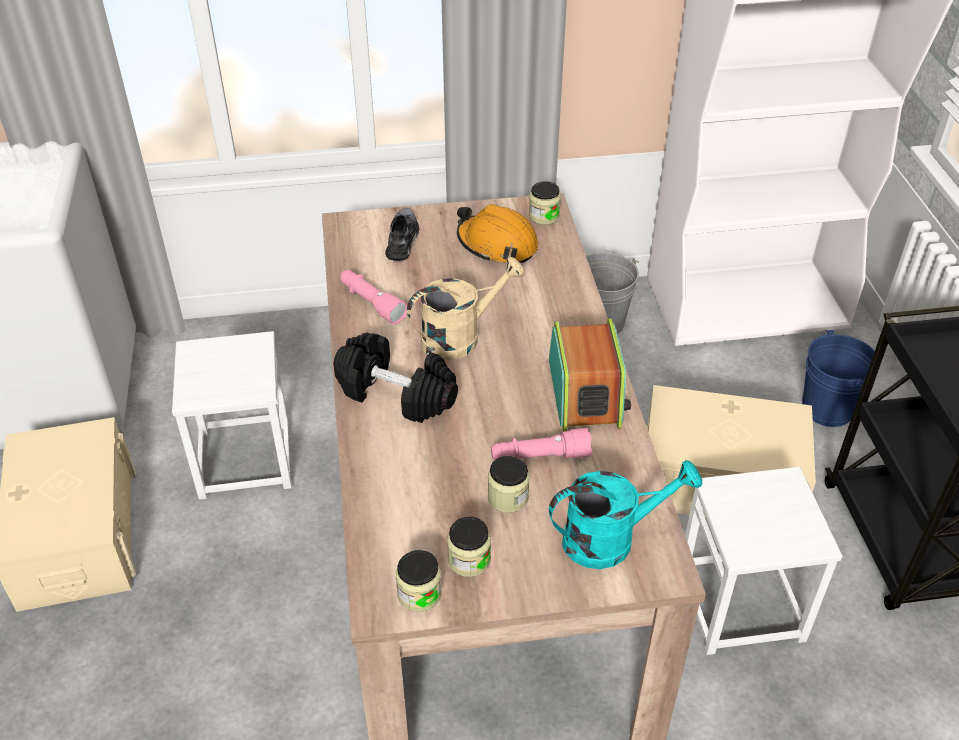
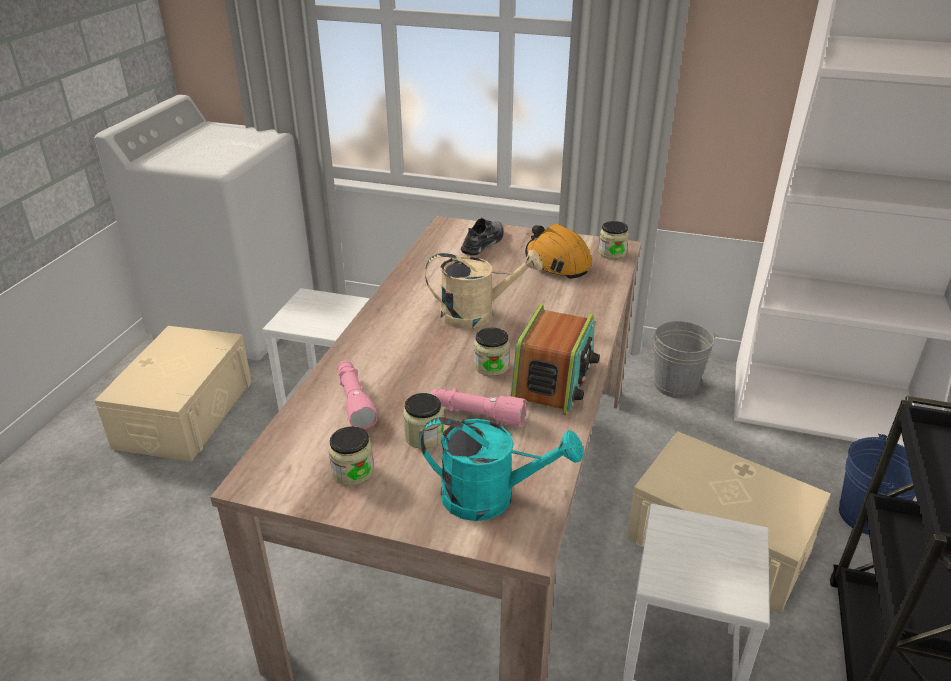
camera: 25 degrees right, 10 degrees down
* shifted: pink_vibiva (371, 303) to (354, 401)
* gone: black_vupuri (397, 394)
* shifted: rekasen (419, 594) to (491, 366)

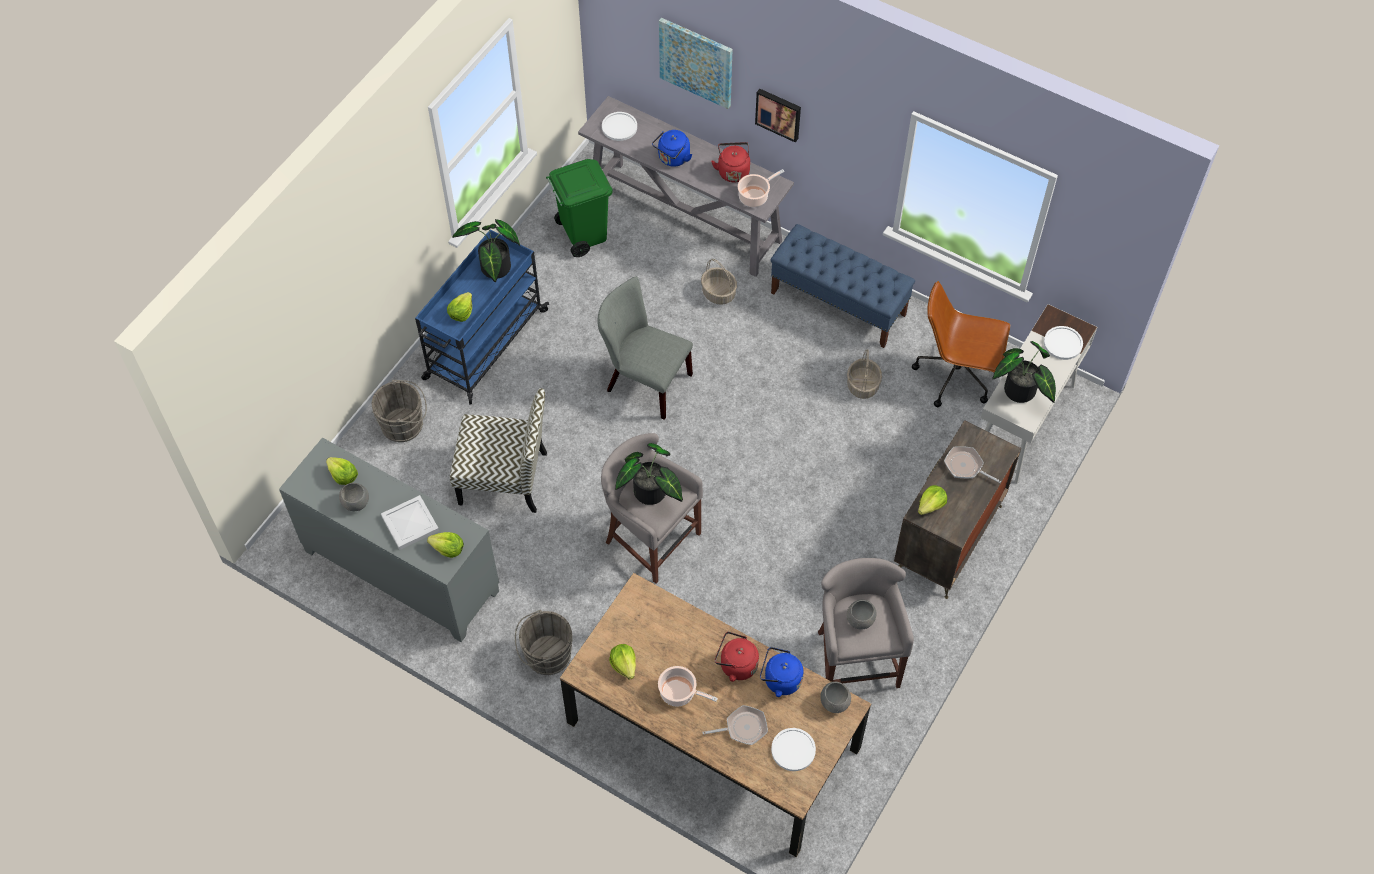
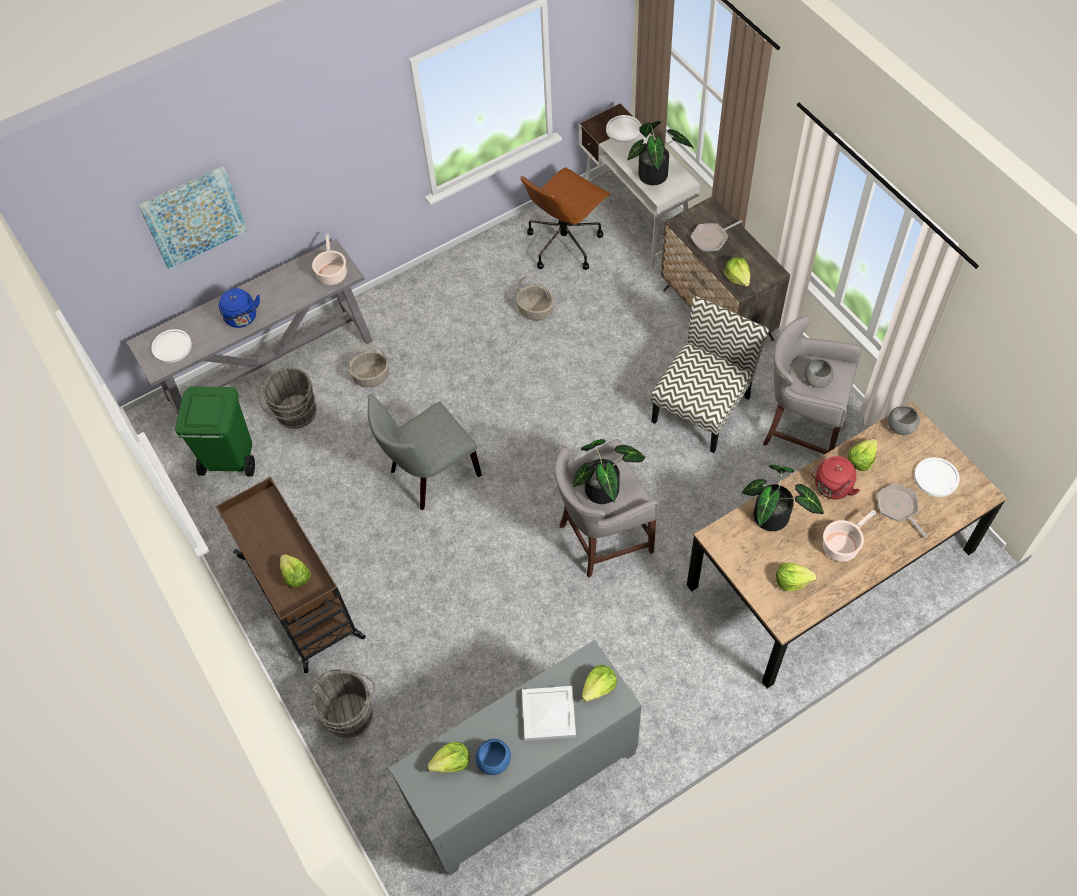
camera: 60 degrees left, 0 degrees up
* gone: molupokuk (779, 113)
* gone: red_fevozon (733, 171)
* shifted: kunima (494, 270) to (774, 519)
* gone: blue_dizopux (838, 303)
* repainted: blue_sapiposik (484, 345) to brown_sapiposik (302, 598)
* shifted: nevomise (505, 478) to (701, 407)
* repainted: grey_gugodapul (356, 503) to blue_gugodapul (494, 761)
* shifted: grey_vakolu (545, 656) to (295, 414)
* swapped: blue_fevozon (780, 680) to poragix (861, 459)
* rotated: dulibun (743, 728) = (898, 508) 45 degrees counterclockwise

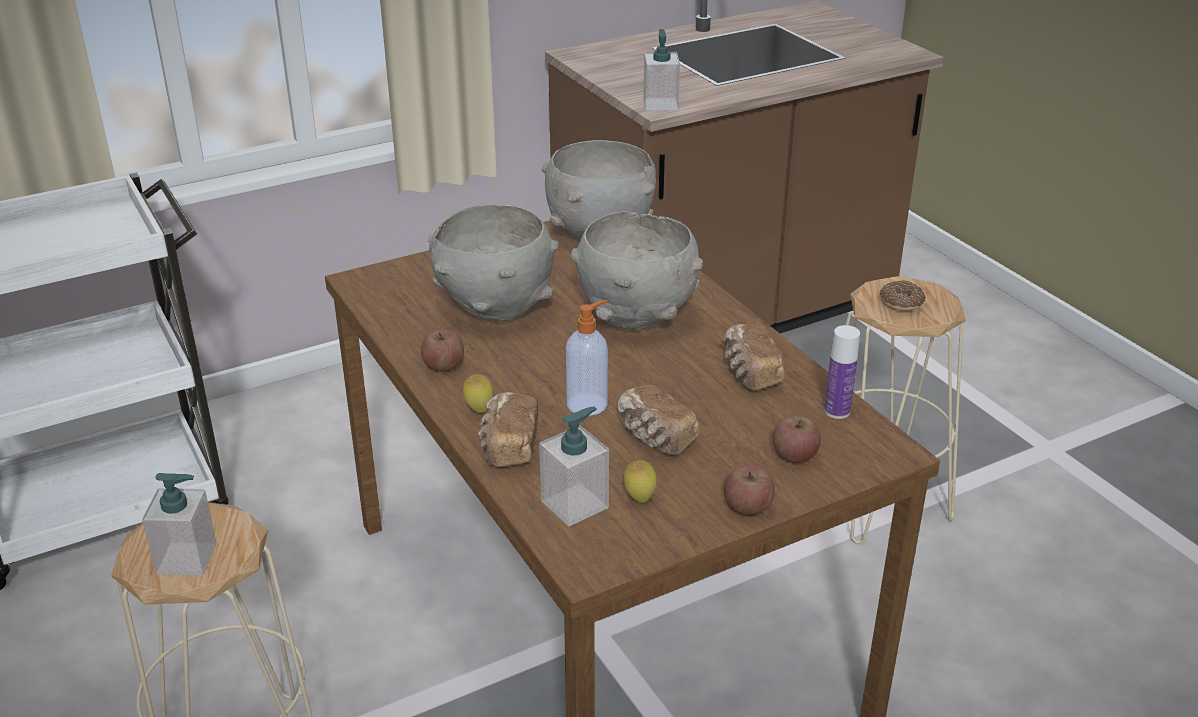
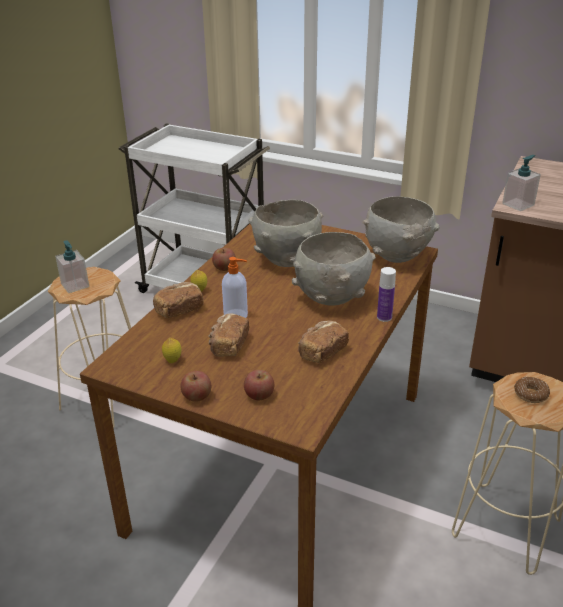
camera: 55 degrees right, 0 degrees up
* shifted: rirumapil (837, 411) to (384, 317)
* gone: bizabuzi (575, 504)

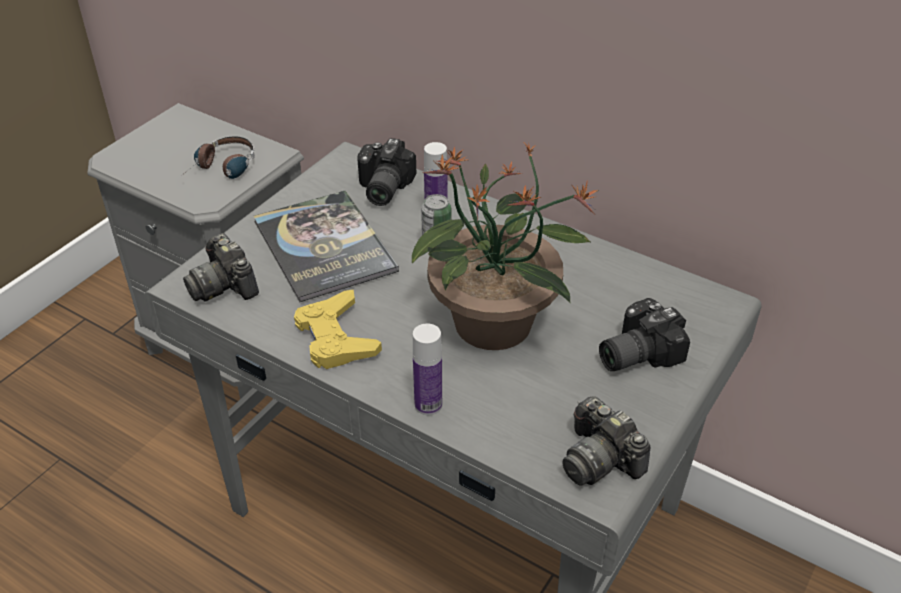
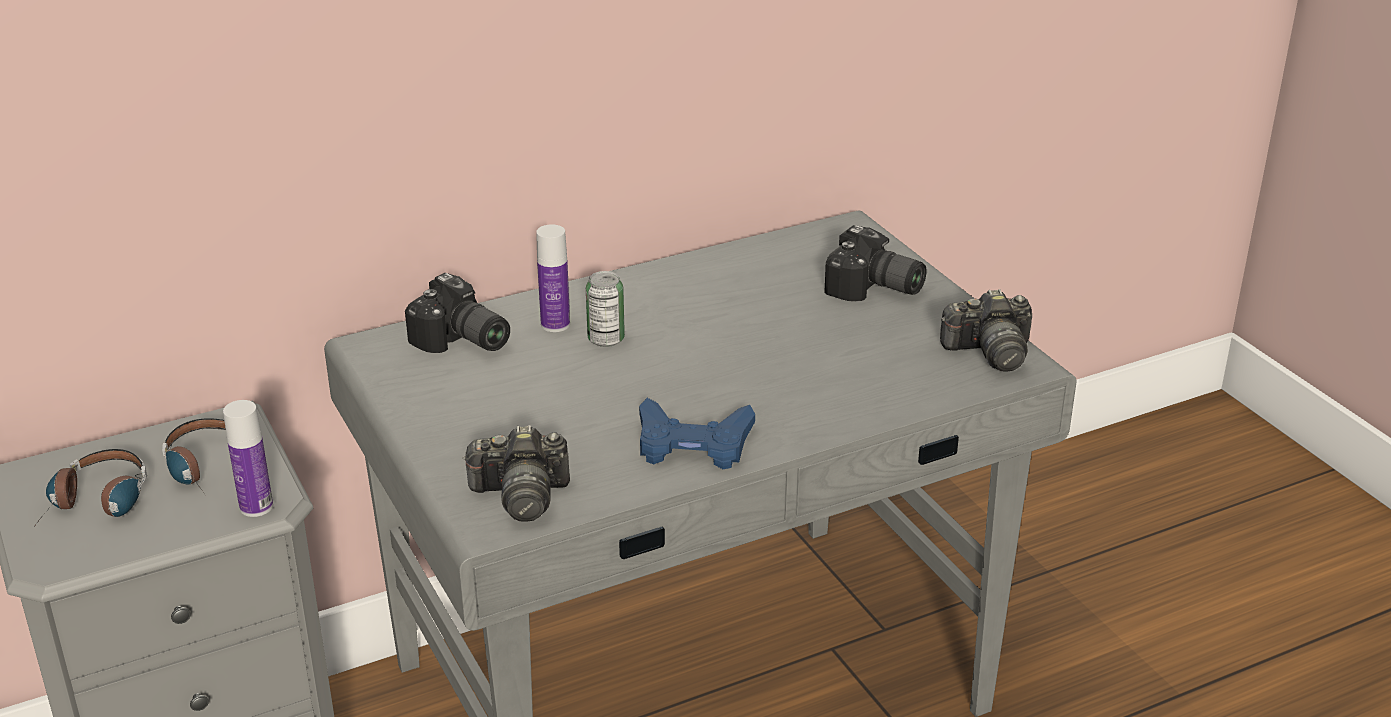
camera: 60 degrees left, 10 degrees down
* gone: kunima (494, 325)
* gone: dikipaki (324, 246)
* repainted: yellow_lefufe (336, 337) to blue_lefufe (693, 444)
* rotated: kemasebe (634, 352) = (874, 290) 60 degrees counterclockwise
* shifted: rirumapil (428, 405) to (256, 507)
* new: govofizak (96, 506)

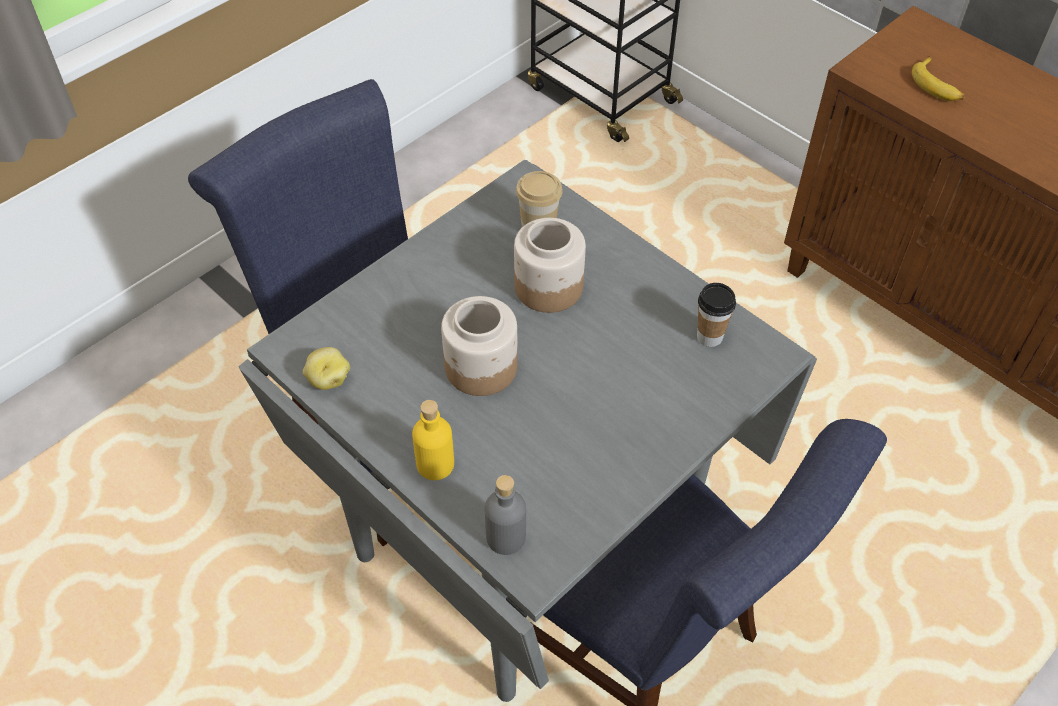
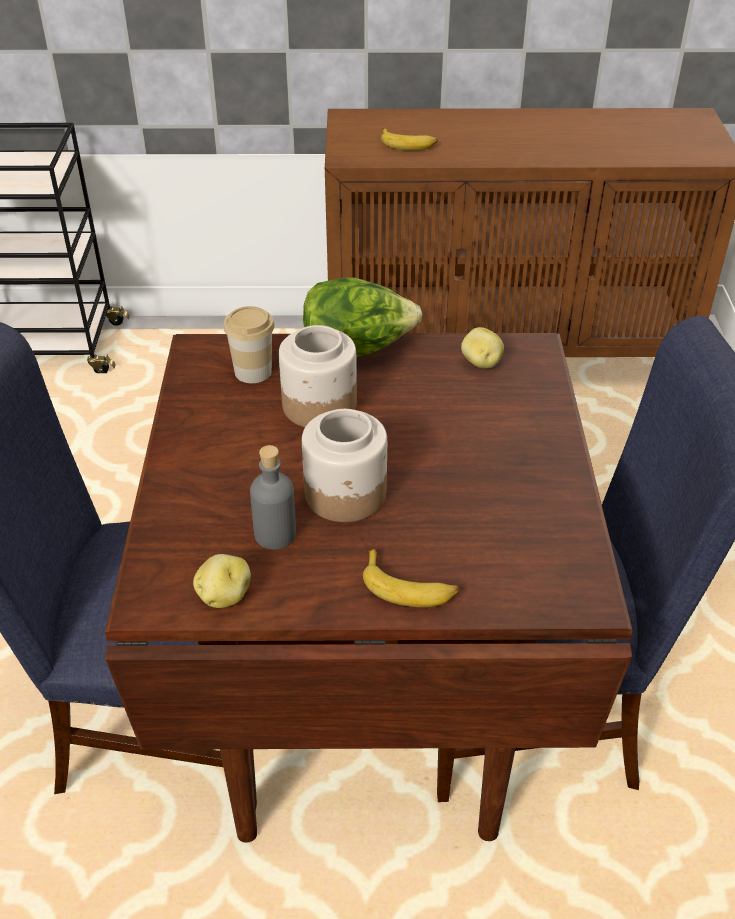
camera: 45 degrees left, 10 degrees down
* repainted: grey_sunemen (529, 540) to brown_sunemen (370, 704)
* swapped: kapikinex (709, 337) to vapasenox (480, 363)
* swapped: yellow_rirumapil (435, 464) to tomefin (409, 587)
* shifted: grey_rirumapil (506, 537) to (275, 534)
* new: poragix (357, 349)

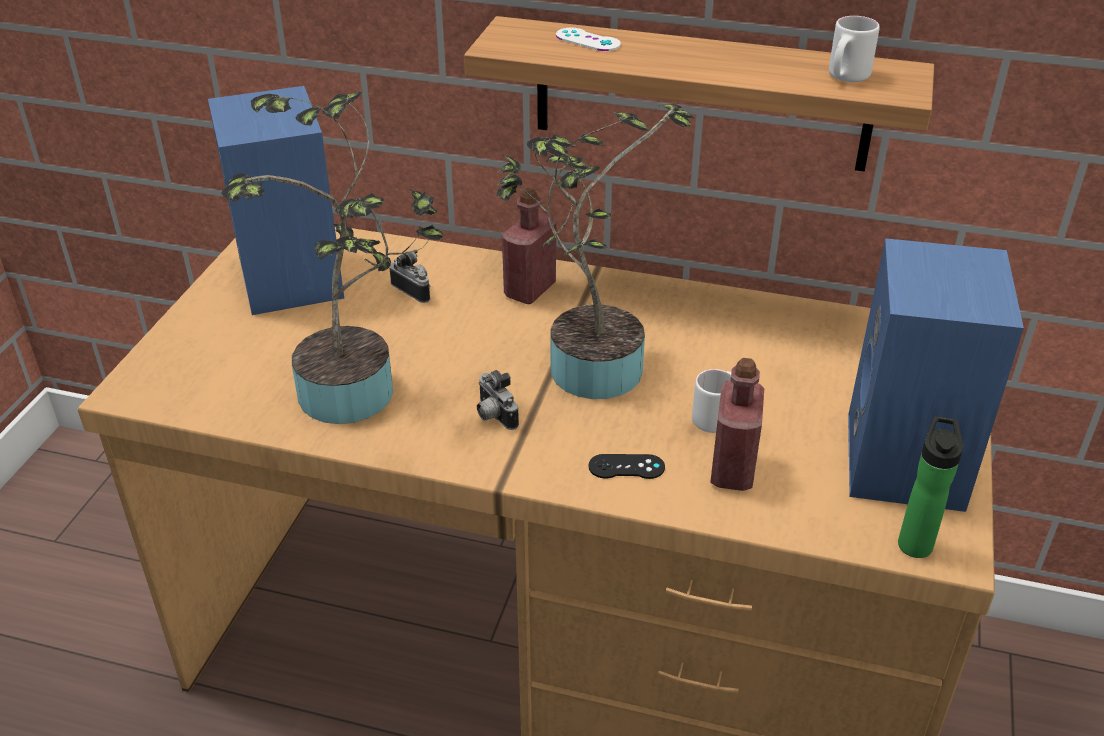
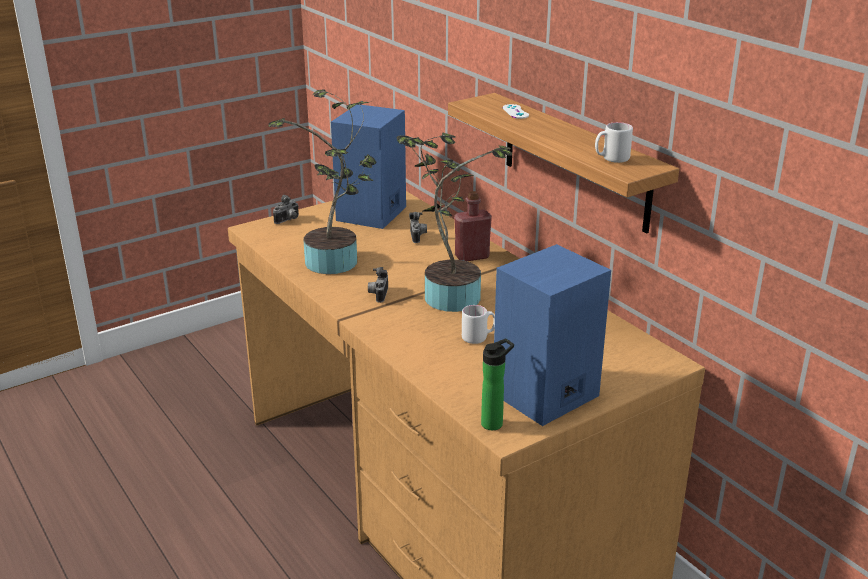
camera: 40 degrees right, 10 degrees down
* gone: red_rirumapil (732, 470)
* gone: black_lefufe (626, 467)
* new: kemasebe (288, 220)

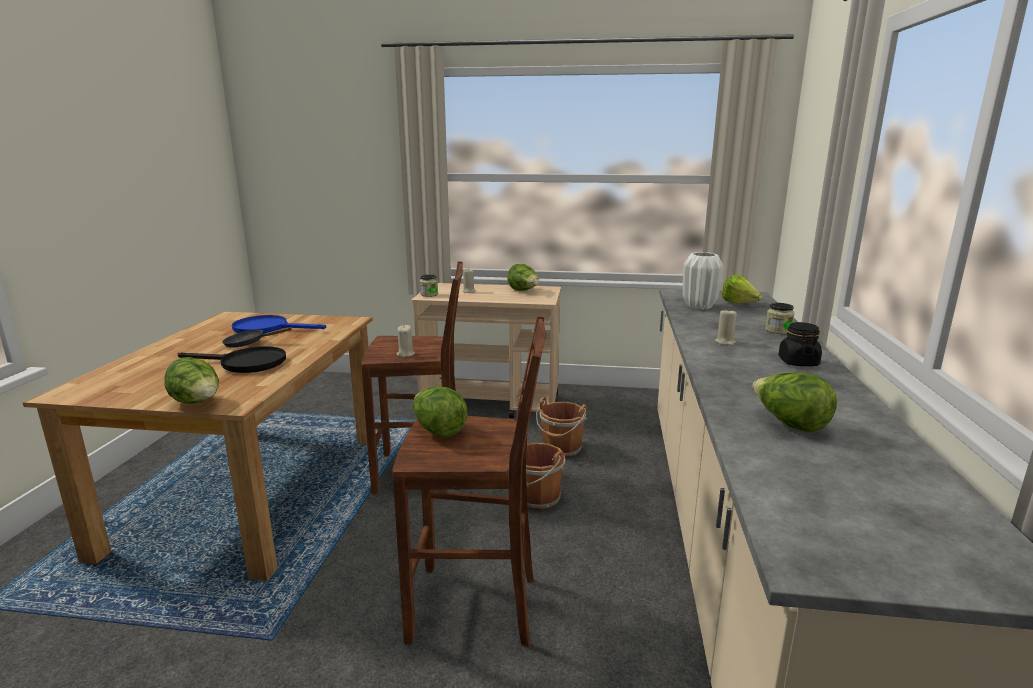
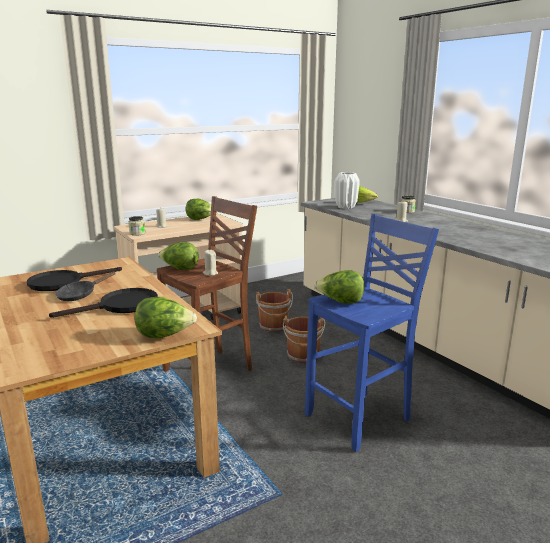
camera: 40 degrees left, 0 degrees up
* repainted: blue_dulibun (268, 329) to black_dulibun (63, 282)
* repainted: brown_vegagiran (477, 608) to blue_vegagiran (361, 418)
* gone: black_rekasen (798, 362)
* shifted: poragix (789, 424) to (180, 269)

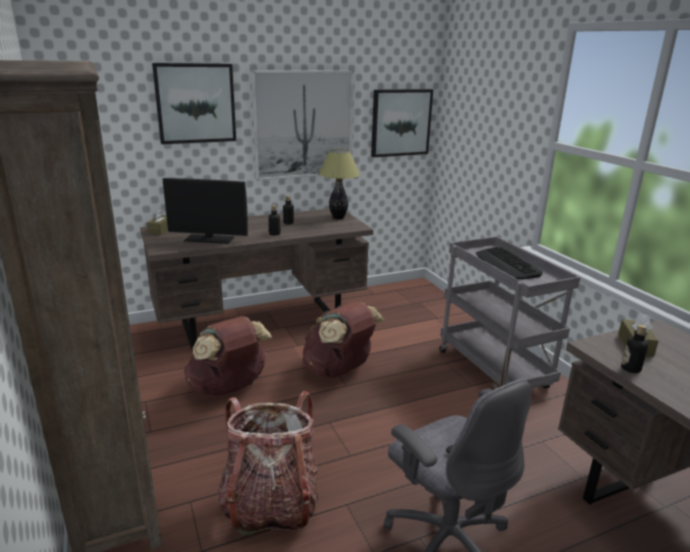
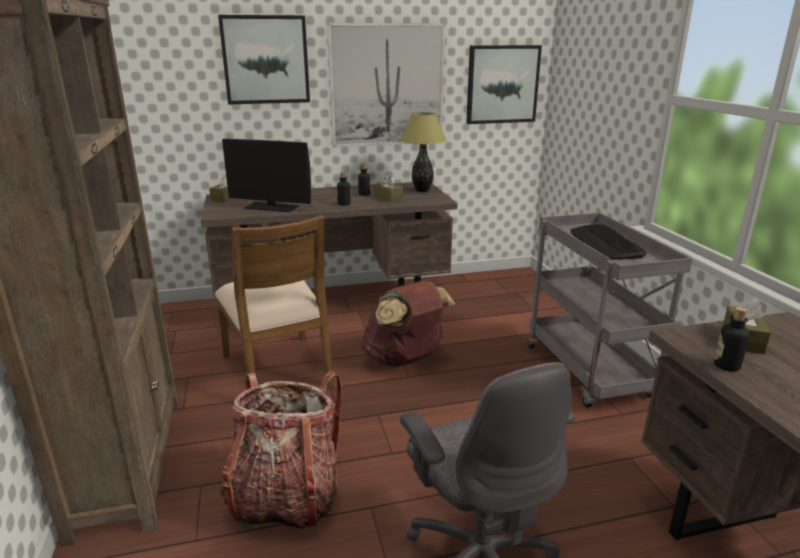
camera: 10 degrees right, 0 degrees up
* swapped: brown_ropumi (229, 388) to brown_nevomise (279, 370)
* new: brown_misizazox (388, 198)

